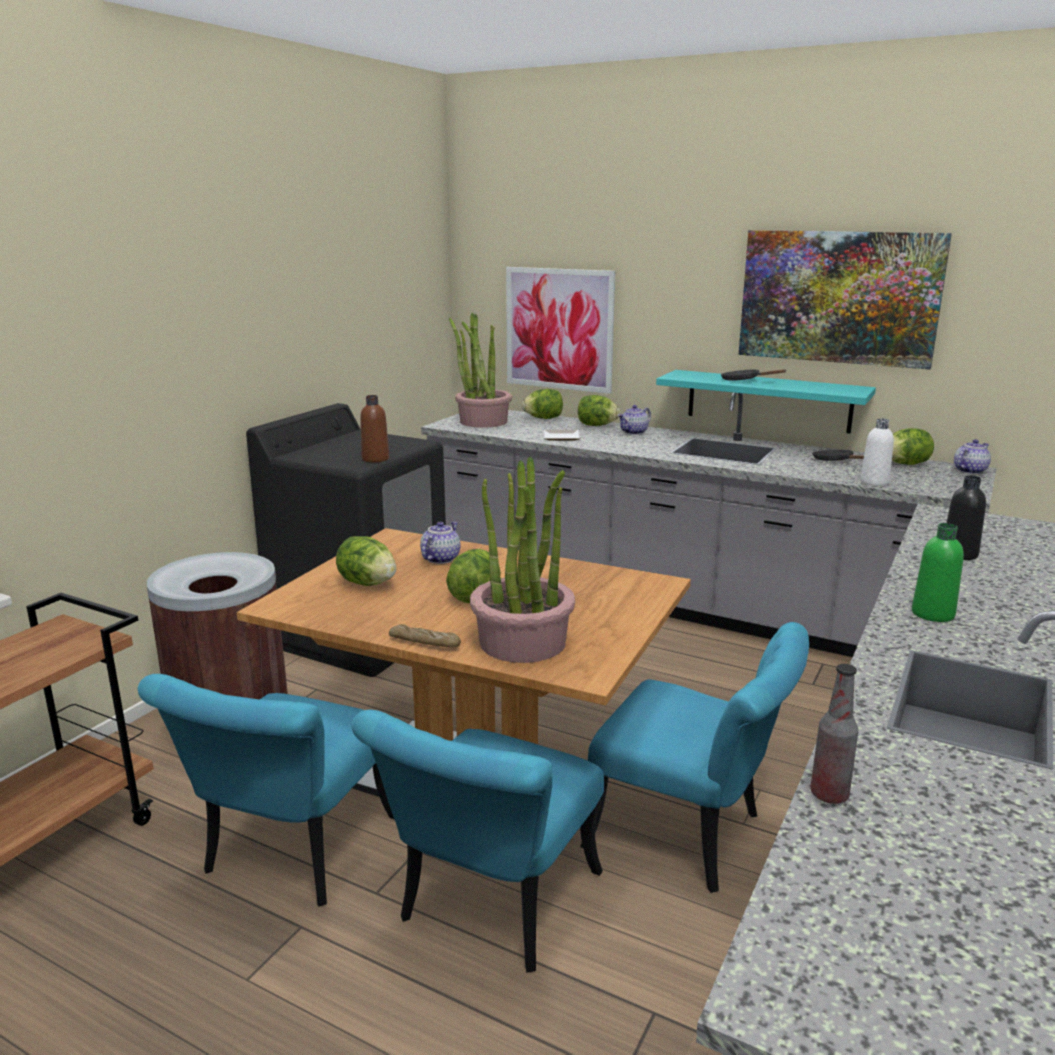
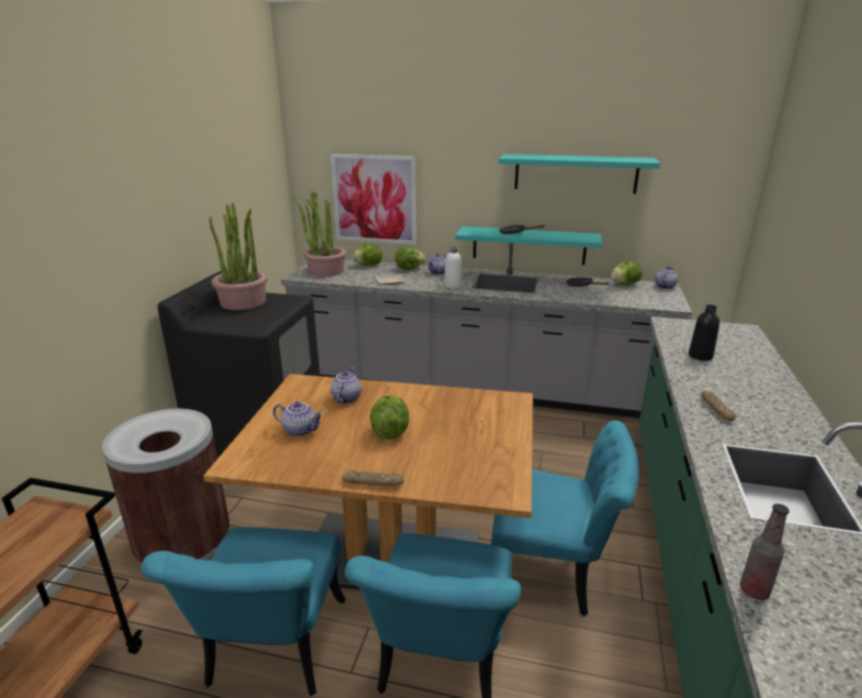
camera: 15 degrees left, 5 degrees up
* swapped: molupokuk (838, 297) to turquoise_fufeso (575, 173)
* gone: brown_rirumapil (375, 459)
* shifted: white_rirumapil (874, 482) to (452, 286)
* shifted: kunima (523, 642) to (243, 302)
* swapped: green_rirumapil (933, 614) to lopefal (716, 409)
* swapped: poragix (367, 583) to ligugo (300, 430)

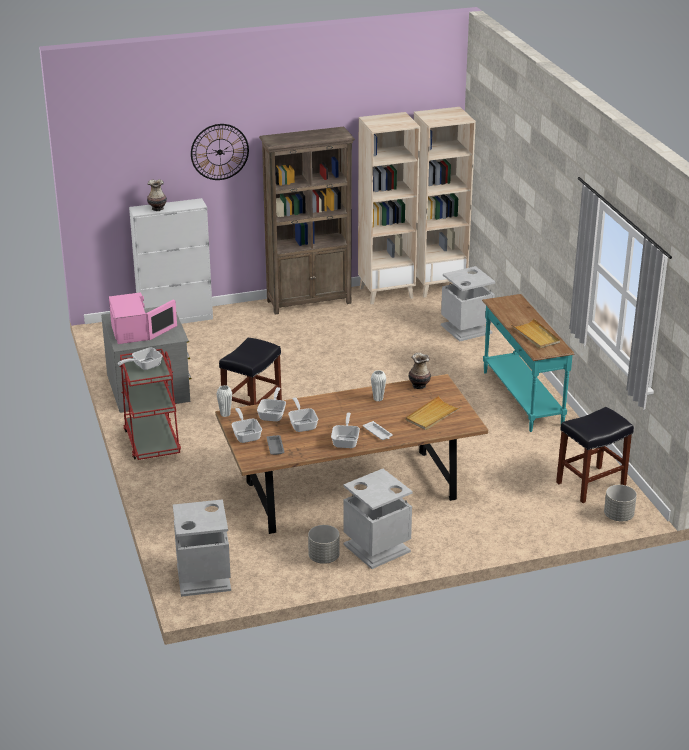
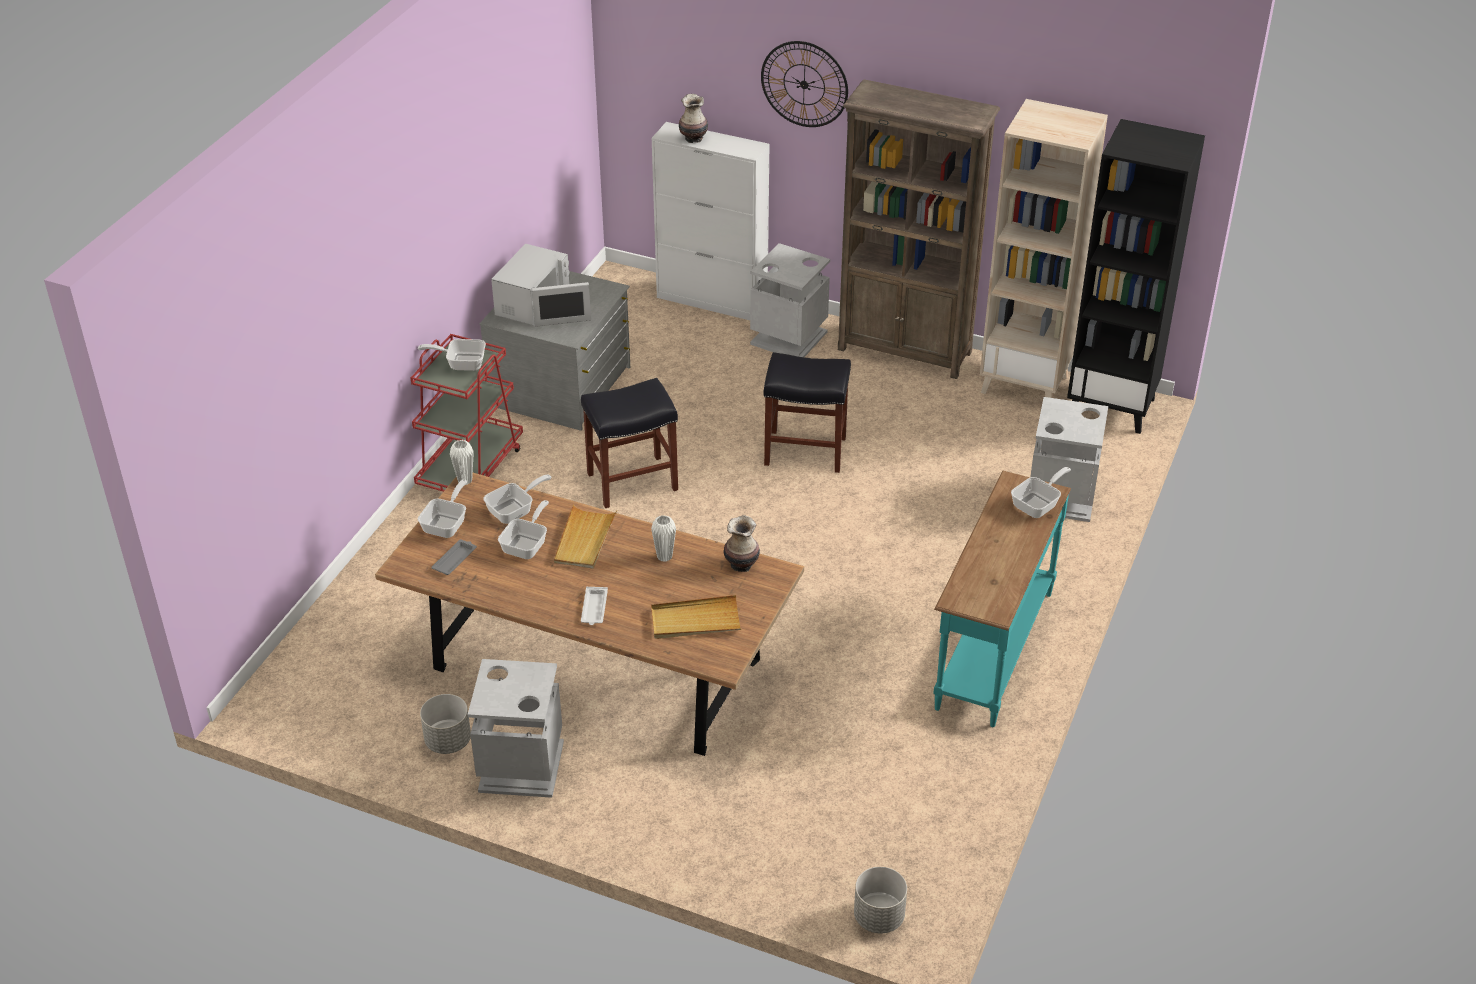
camera: 40 degrees right, 10 degrees up
* repainted: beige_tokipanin (438, 286) to black_tokipanin (1112, 407)
* repainted: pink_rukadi (133, 331) to white_rukadi (534, 304)
* shifted: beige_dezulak (535, 336) to (584, 540)
* shifted: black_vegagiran (590, 485) to (804, 451)
* shifted: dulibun (346, 441) to (1038, 504)
* shifted: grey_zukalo (203, 578) to (788, 338)

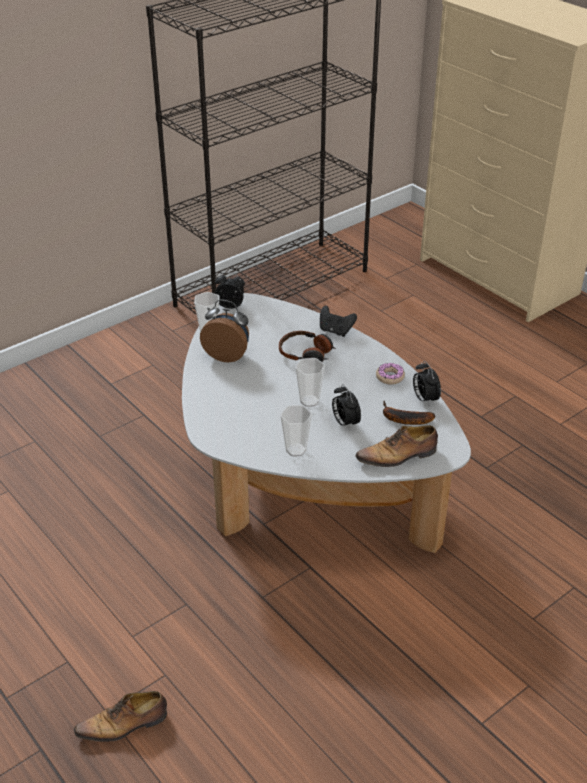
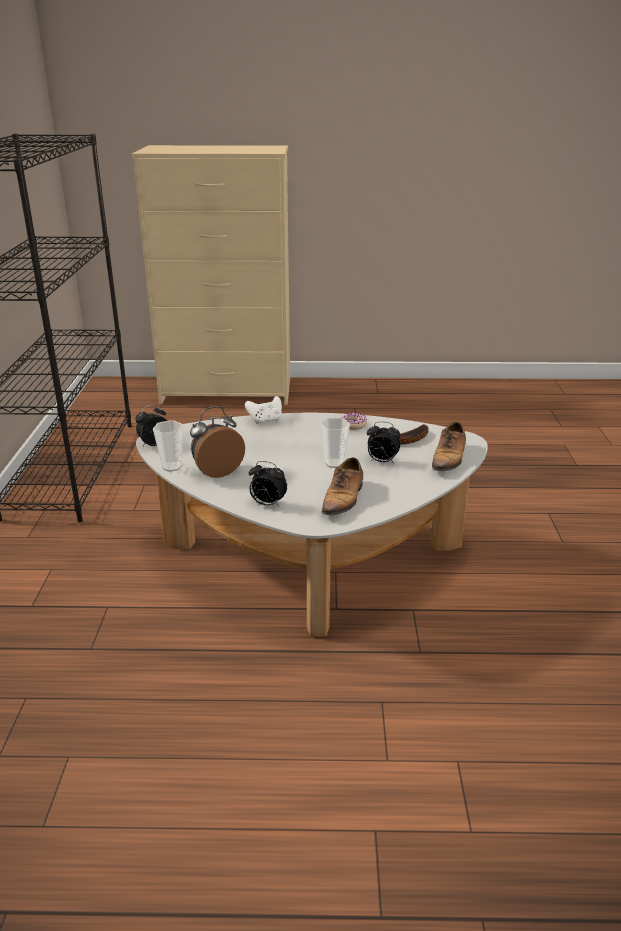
camera: 50 degrees left, 10 degrees down
* repainted: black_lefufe (335, 331) to white_lefufe (265, 420)
* gone: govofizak (306, 354)
* shifted: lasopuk (424, 399) to (267, 504)
* gone: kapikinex (296, 450)
* shifted: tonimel (124, 725) to (343, 499)

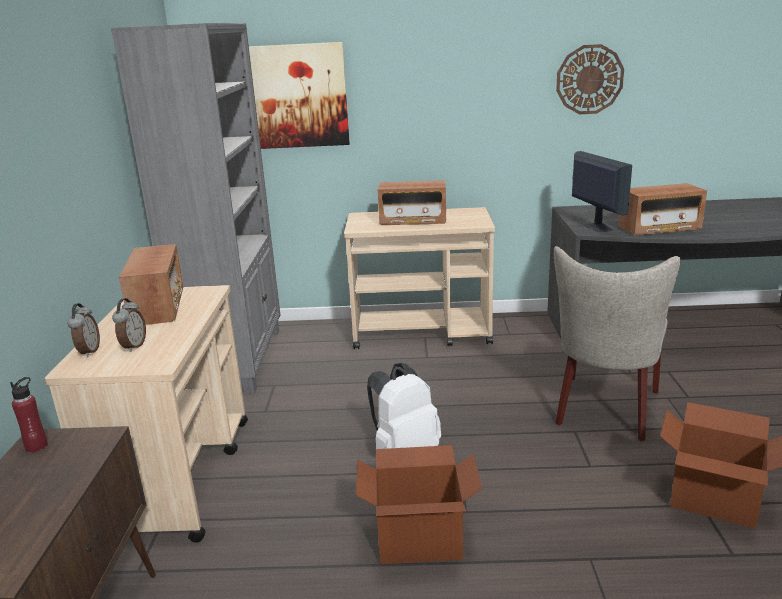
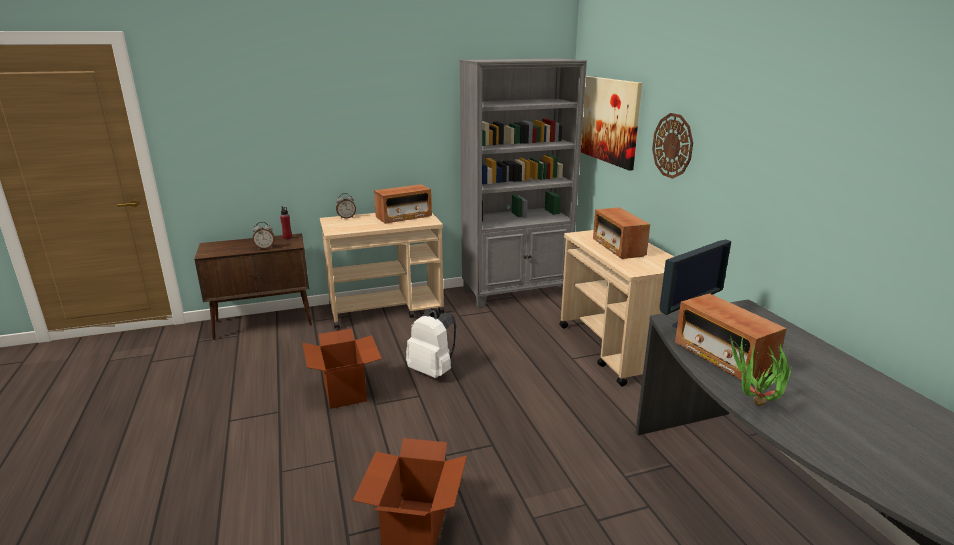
camera: 70 degrees right, 0 degrees up
* shifted: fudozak (589, 79) to (672, 145)
* gone: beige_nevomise (605, 411)
* shifted: lasopuk (133, 346) to (265, 248)
* new: kunima (752, 406)

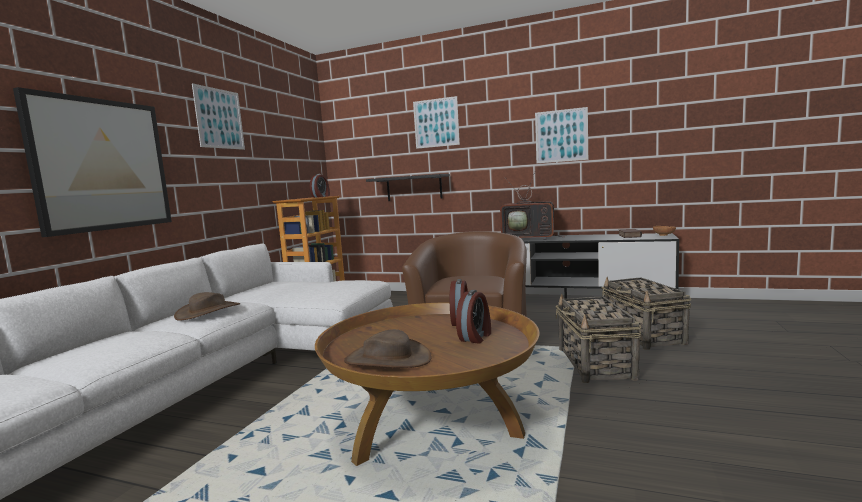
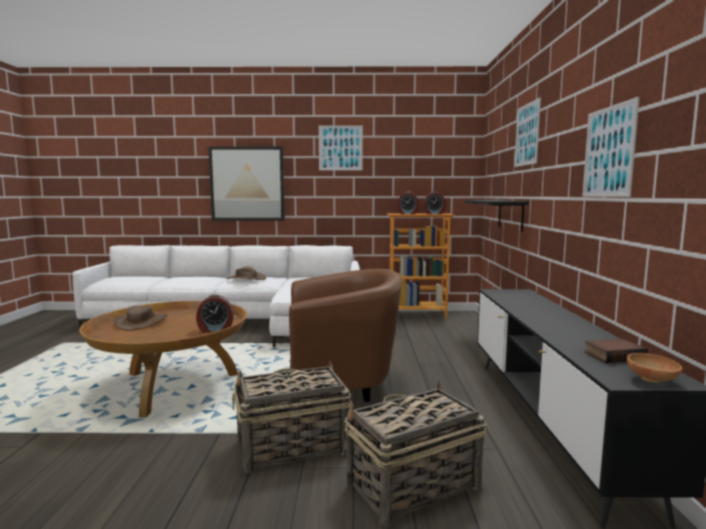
camera: 70 degrees right, 0 degrees up
* gone: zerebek (530, 238)
* shifted: lasopuk (476, 337) to (407, 213)

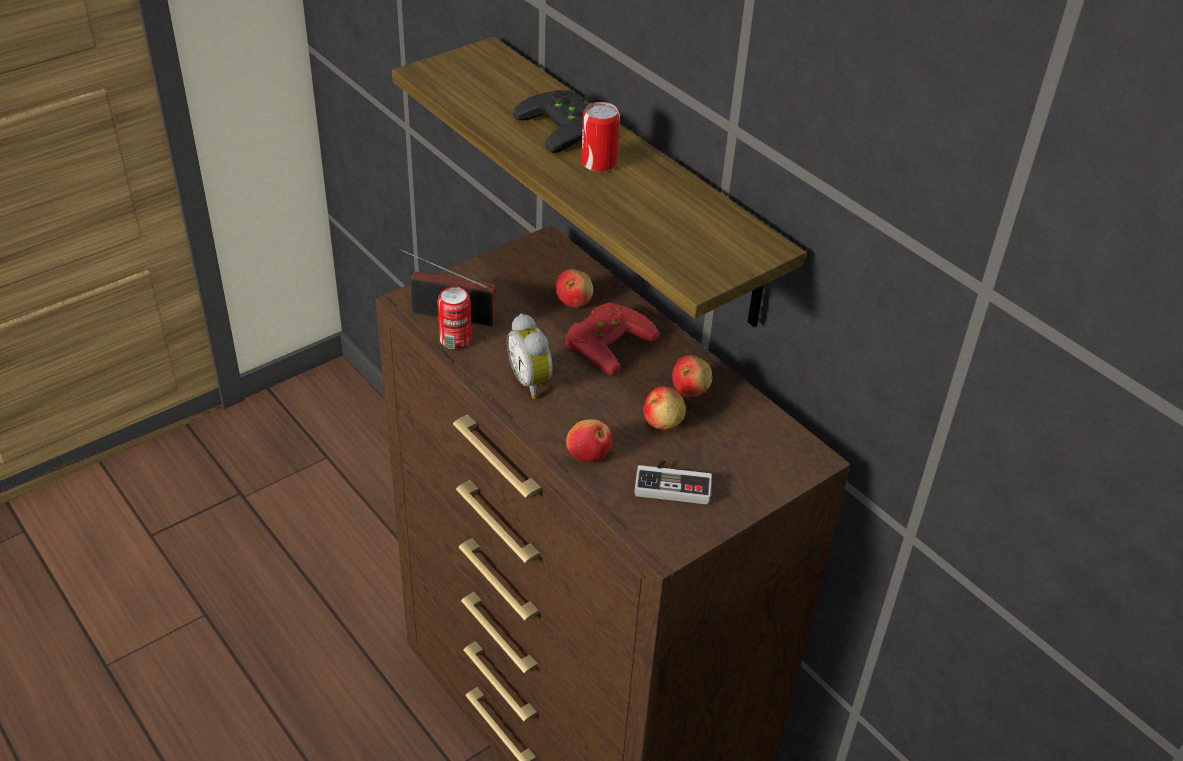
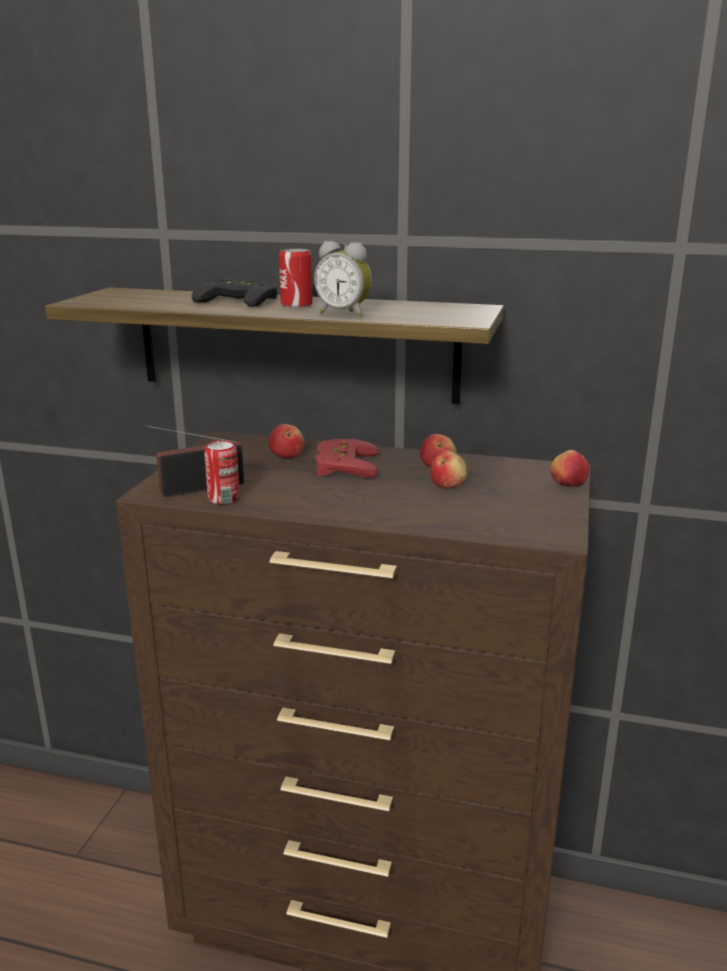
camera: 35 degrees left, 20 degrees down
* shifted: lasopuk (532, 381) to (344, 314)
* shifted: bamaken (588, 453) to (568, 484)
* gone: lefufe (673, 483)

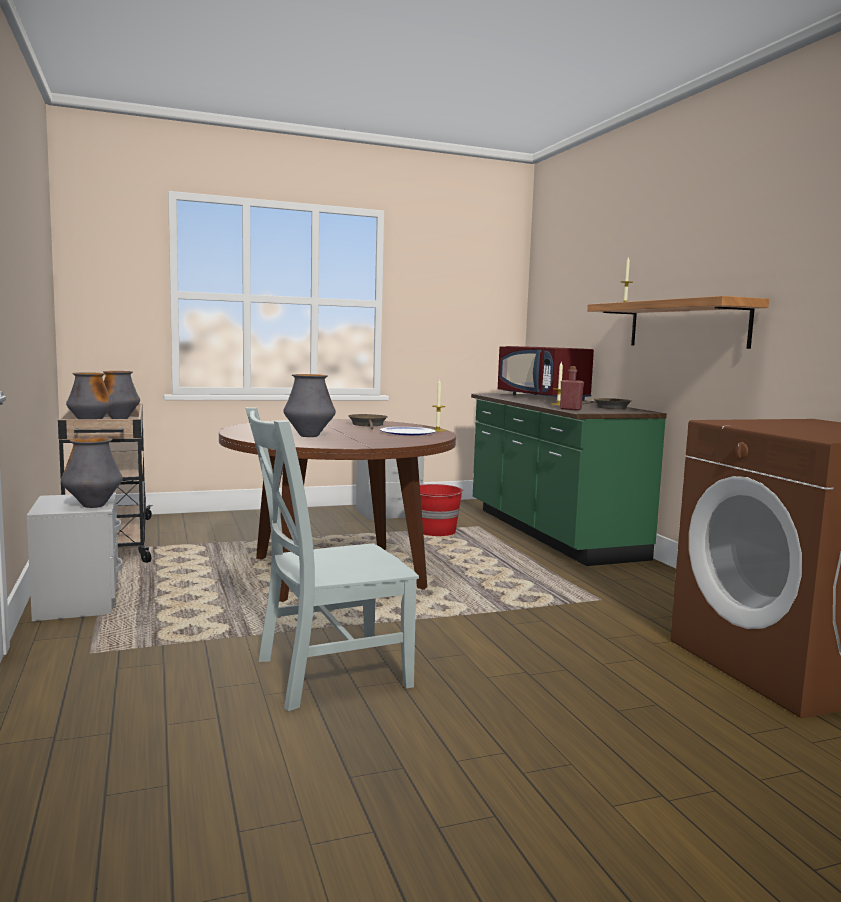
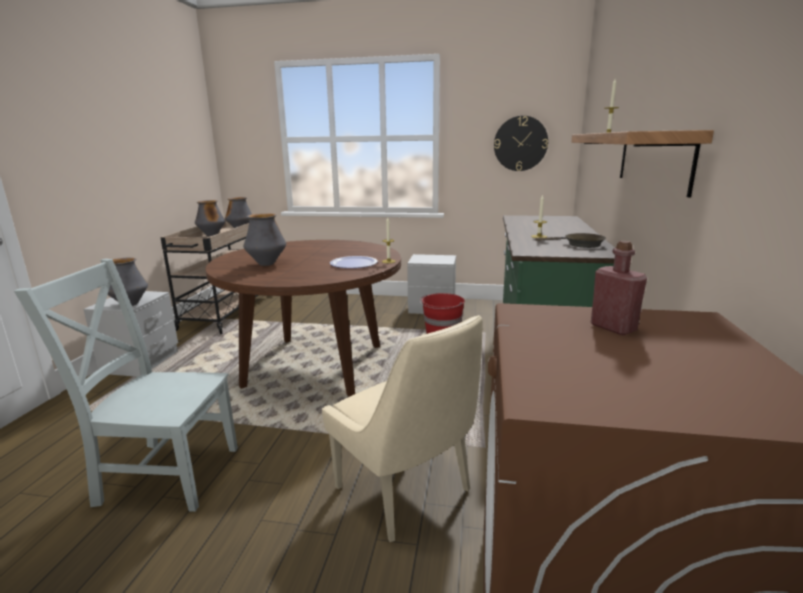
camera: 30 degrees right, 10 degrees up
* gone: red_rukadi (543, 397)
* shifted: red_rirumapil (570, 409) to (613, 327)
* gone: brown_dulibun (368, 425)
* new: fudozak (520, 143)
* new: beige_nevomise (406, 491)

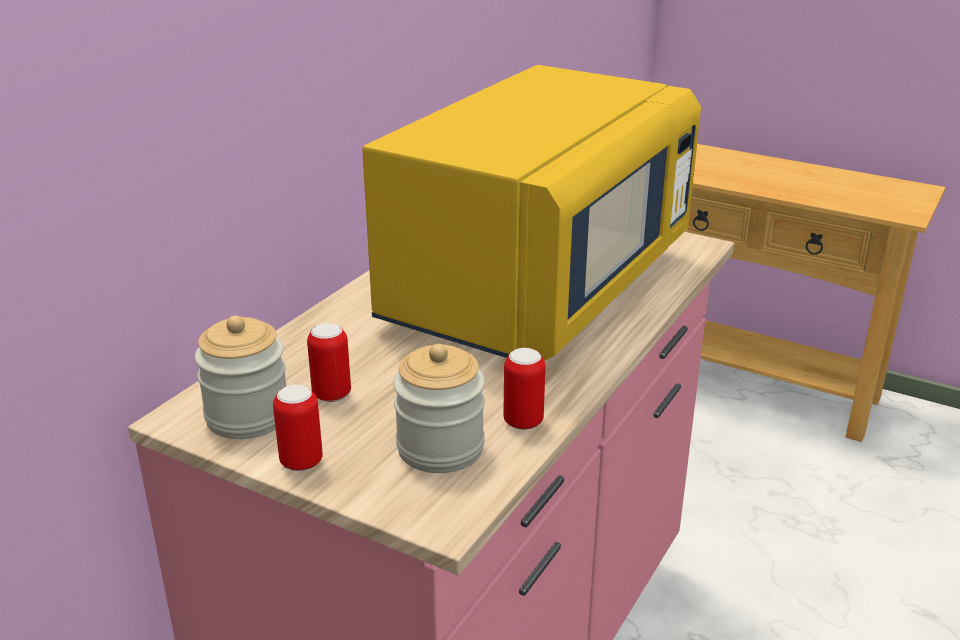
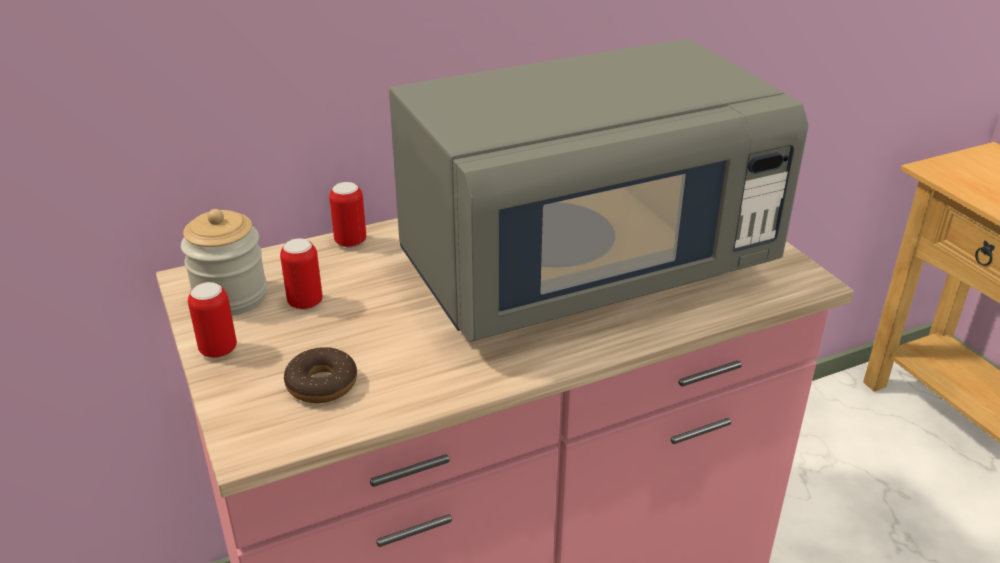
camera: 35 degrees right, 5 degrees up
* repainted: yellow_rukadi (537, 289) to grey_rukadi (584, 270)
* swapped: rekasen (440, 448) to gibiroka (322, 384)
* shifted: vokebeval (523, 422) to (350, 242)

